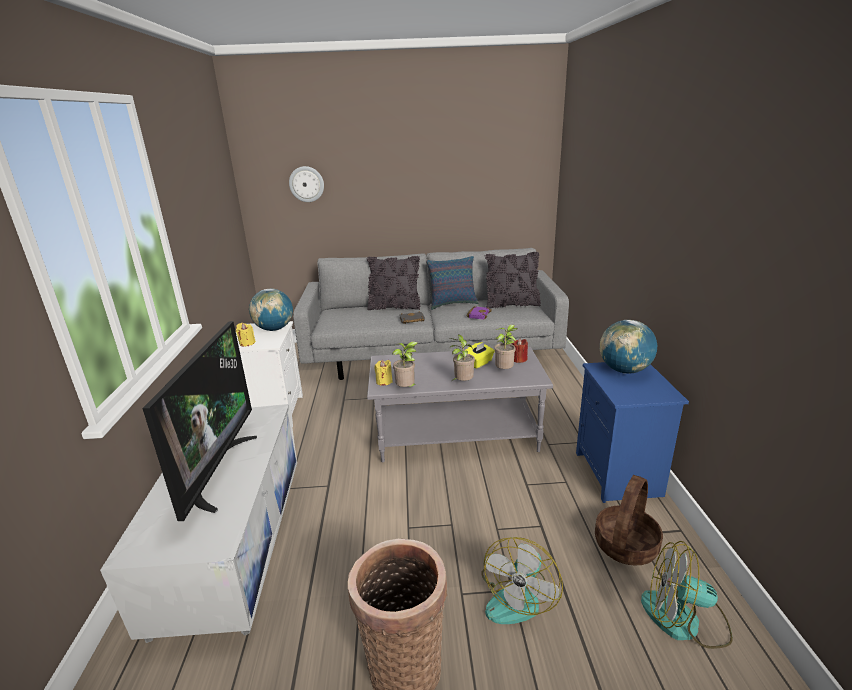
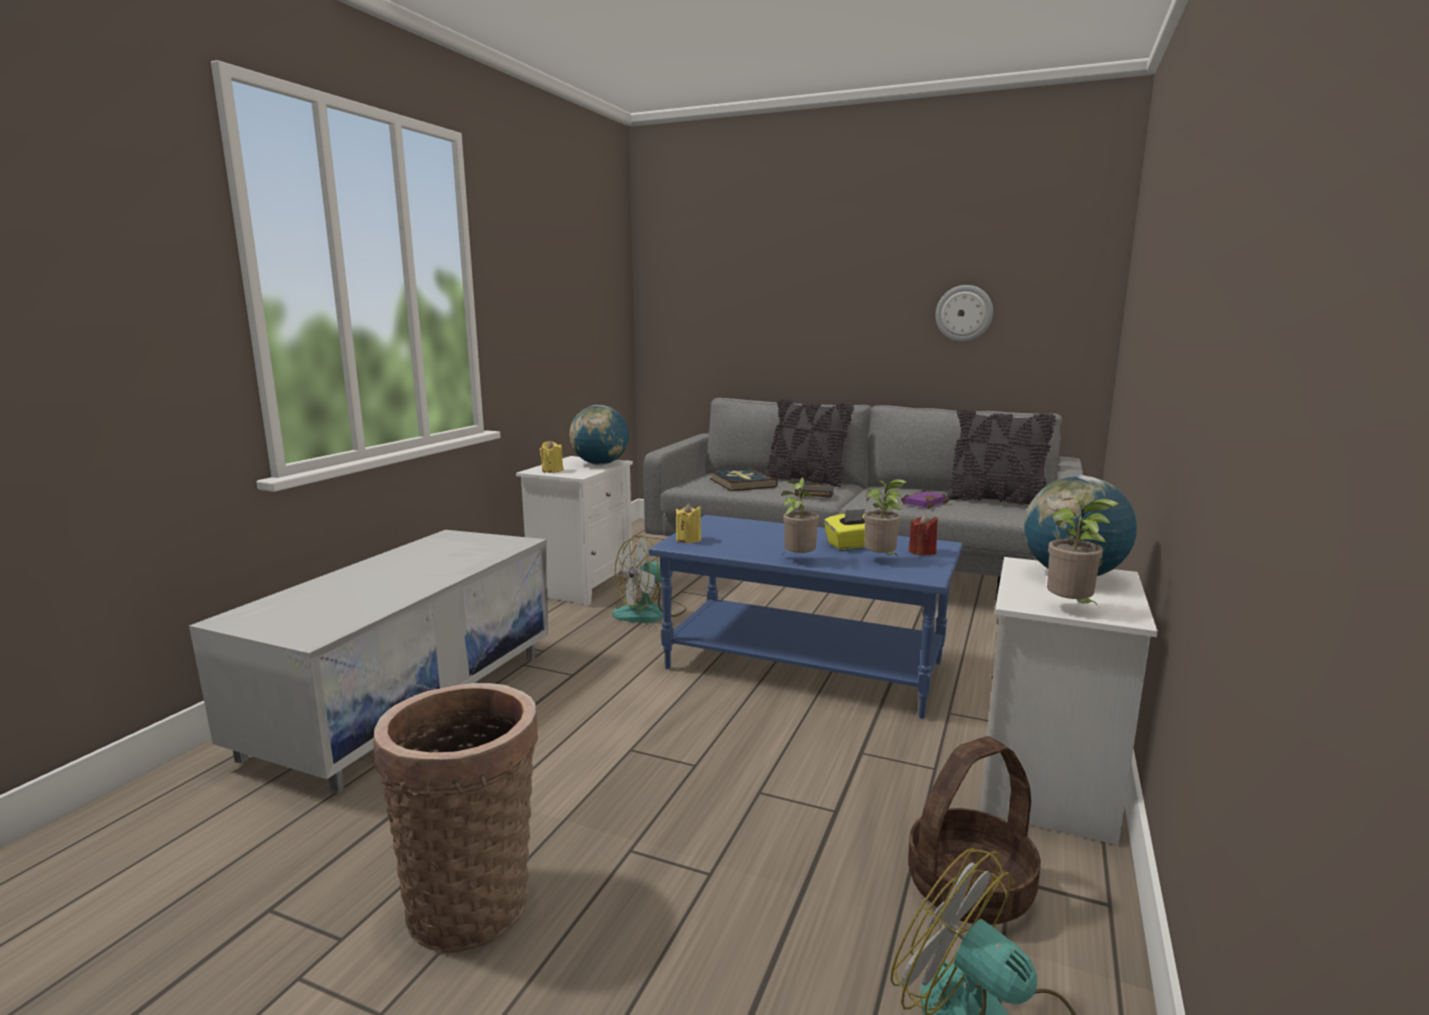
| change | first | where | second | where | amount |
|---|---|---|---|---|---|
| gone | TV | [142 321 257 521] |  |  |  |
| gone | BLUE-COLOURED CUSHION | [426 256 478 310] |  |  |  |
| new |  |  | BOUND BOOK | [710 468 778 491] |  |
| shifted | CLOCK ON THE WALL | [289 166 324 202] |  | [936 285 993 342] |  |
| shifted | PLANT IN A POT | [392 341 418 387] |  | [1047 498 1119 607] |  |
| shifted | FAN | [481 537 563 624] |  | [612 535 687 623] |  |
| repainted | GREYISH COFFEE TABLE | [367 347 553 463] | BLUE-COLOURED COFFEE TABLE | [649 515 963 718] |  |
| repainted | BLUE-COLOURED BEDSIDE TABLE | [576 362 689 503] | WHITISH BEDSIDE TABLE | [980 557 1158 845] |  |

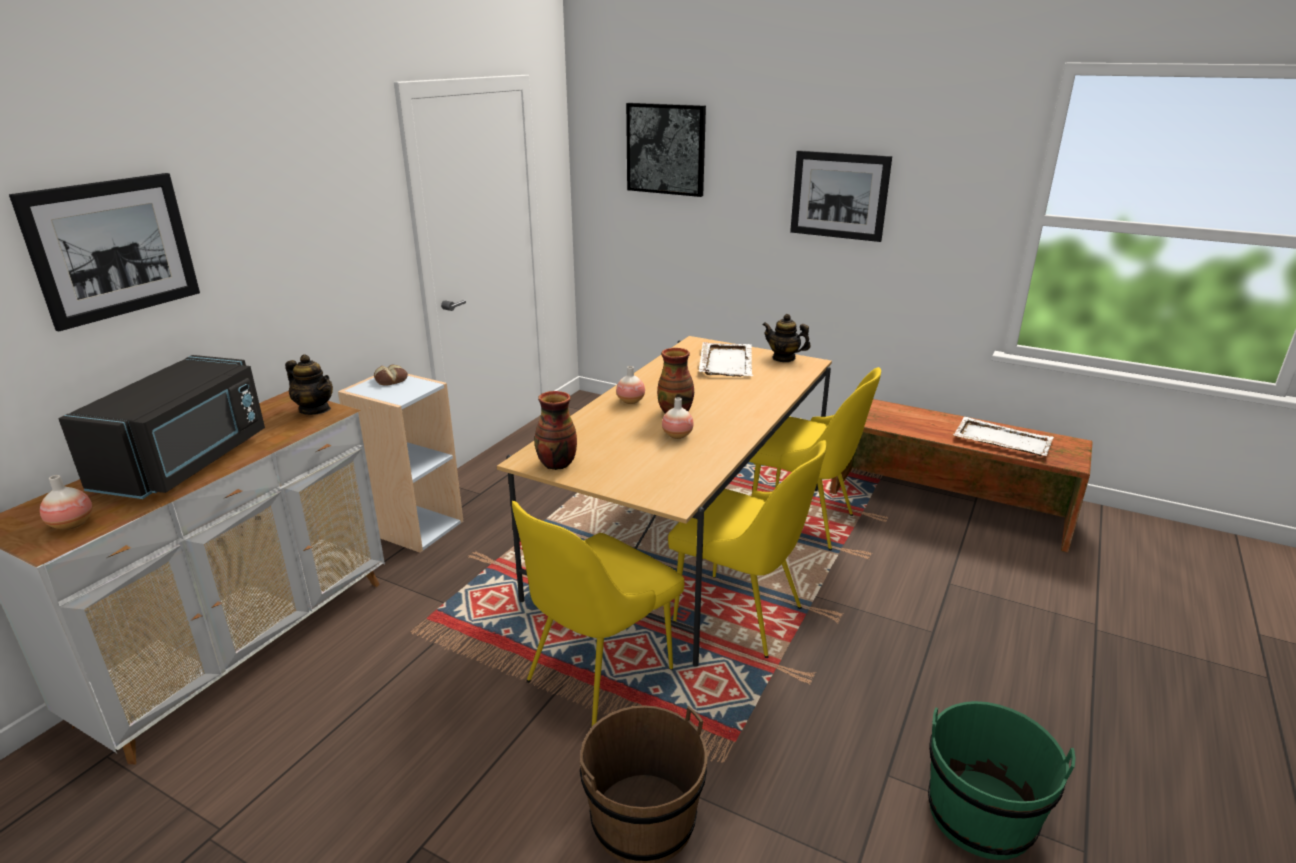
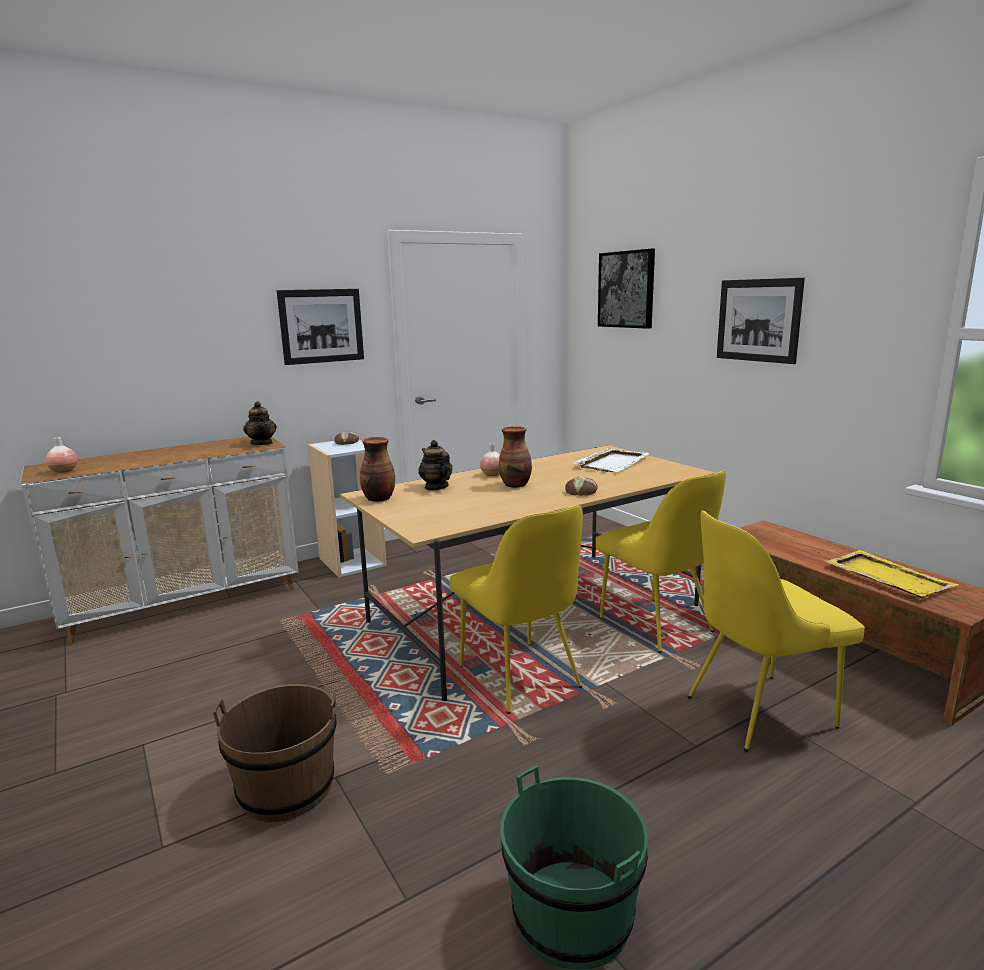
| change | first | where | second | where | amount |
|---|---|---|---|---|---|
| gone | BLACK-COLOURED KITCHEN MICROWAVE | [58 355 265 499] |  |  |  |
| gone | FLOWER VASE | [662 397 694 439] |  |  |  |
| new |  |  | BAKERY BREAD | [565 476 598 496] |  |
| shifted | WALL PICTURE | [9 173 200 331] |  | [277 289 364 365] |  |
| shifted | YELLOW-COLOURED UPRIGHT CHAIR | [512 501 684 726] |  | [688 511 865 752] |  |
| shifted | POT FOR TEA | [762 314 811 362] |  | [418 440 452 490] |  |
| repainted | WHITISH SERVING TRAY | [953 417 1054 456] | YELLOW-COLOURED SERVING TRAY | [825 550 959 598] |  |

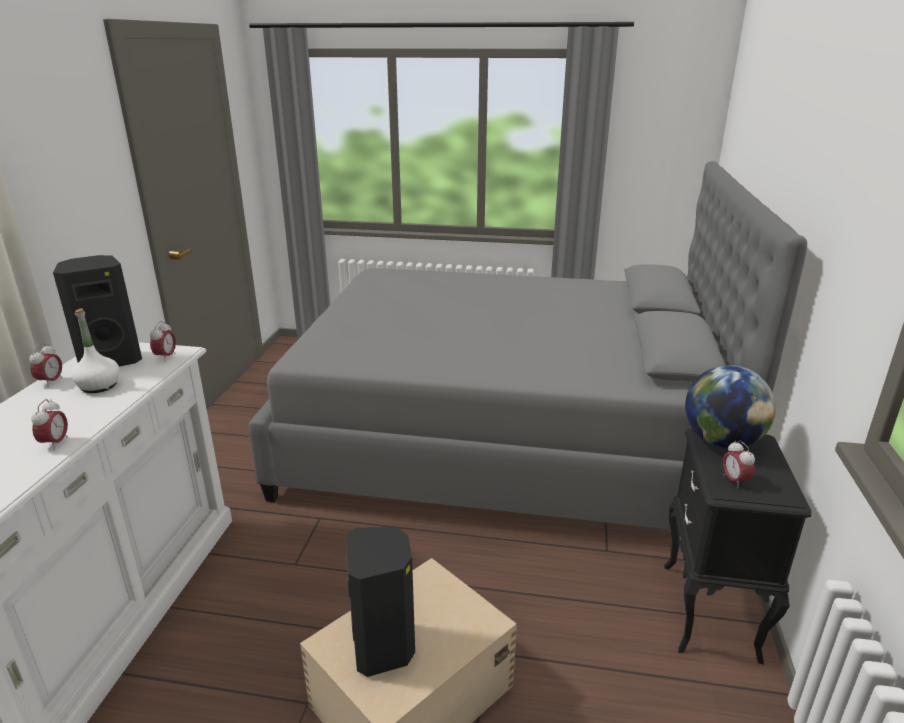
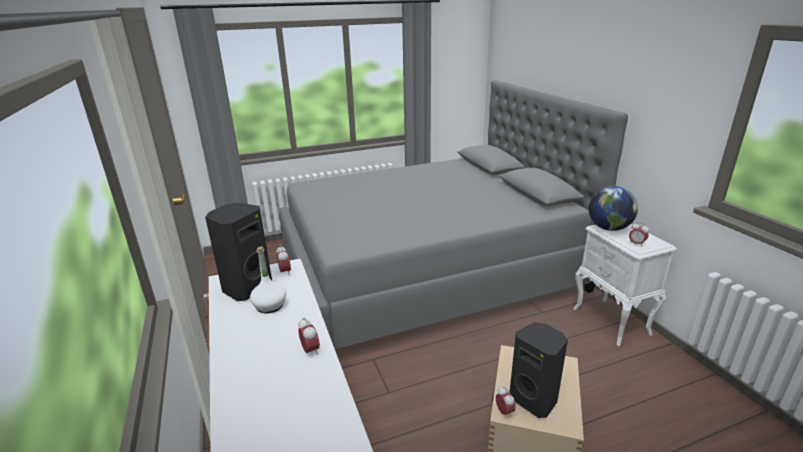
| change | first | where | second | where | amount |
|---|---|---|---|---|---|
| shifted | BEDSIDE CLOCK | [29 343 63 387] |  | [496 386 516 417] |  |
| repainted | BLACK-COLOURED BEDSIDE TABLE | [664 428 811 664] | WHITISH BEDSIDE TABLE | [573 224 677 346] |  |

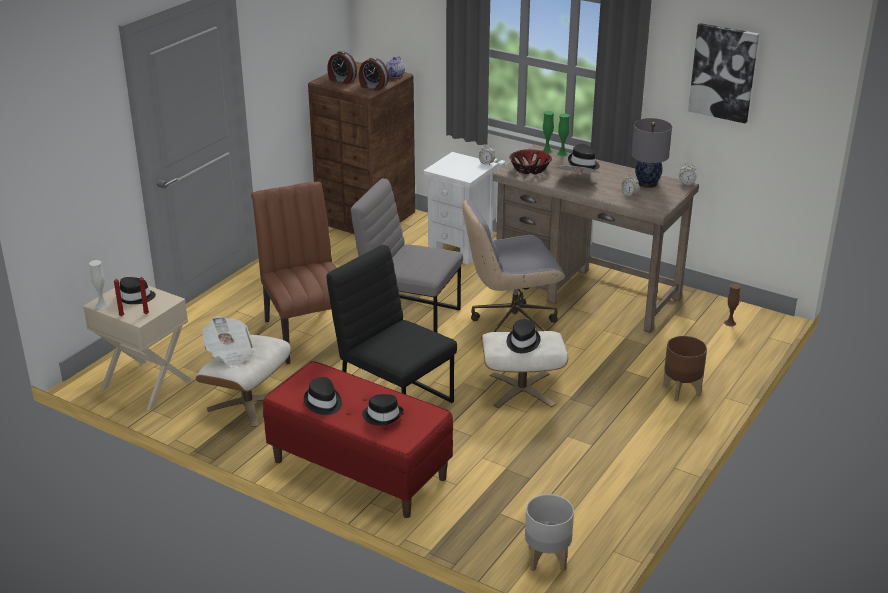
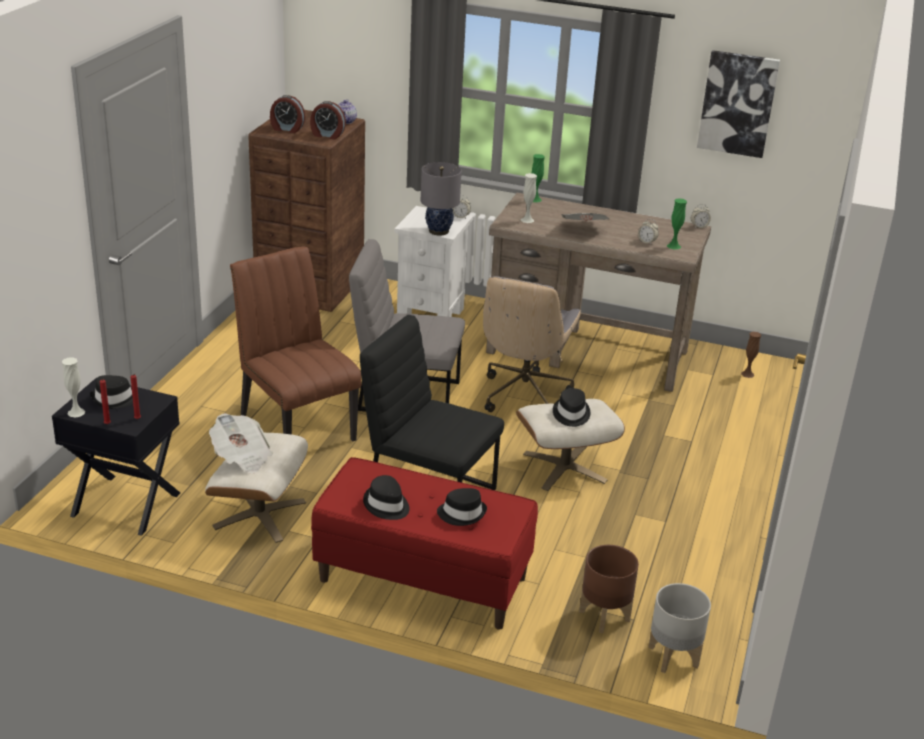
| change | first | where | second | where | amount |
|---|---|---|---|---|---|
| gone | BLACK-COLOURED WEARABLE HAT | [568 144 600 170] |  |  |  |
| shifted | GREENISH FLOWER VASE | [557 113 570 157] |  | [667 198 687 249] |  |
| shifted | GREYISH TABLETOP LAMP | [631 118 672 188] |  | [421 162 462 235] |  |
| shifted | BROWNISH PLANT POT | [663 336 707 401] |  | [579 545 639 633] |  |
| swapped | BOWL | [510 149 552 175] | WHITISH FLOWER VASE | [521 173 537 223] |  |
| repainted | BEIGE-COLOURED BEDSIDE TABLE | [83 285 192 410] | BLACK-COLOURED BEDSIDE TABLE | [52 378 180 536] |  |
| rotated | GREYISH DESK CHAIR | [463 200 565 332] |  | [483 276 581 412] | 45 degrees counterclockwise |

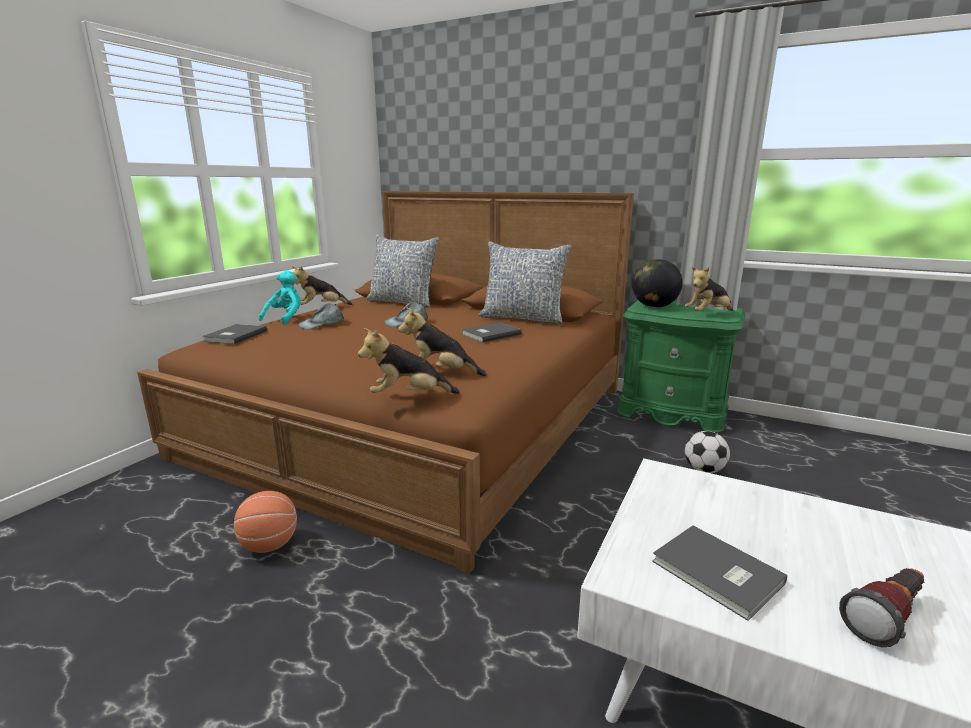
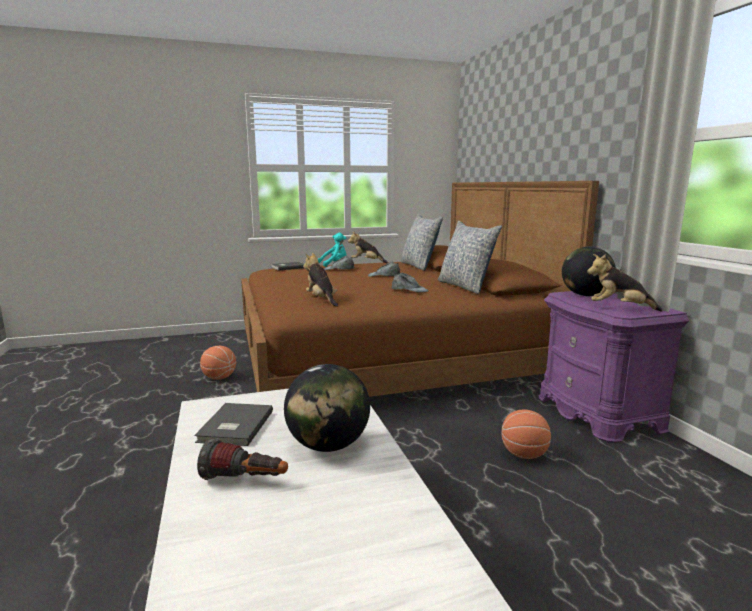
| change | first | where | second | where | amount |
|---|---|---|---|---|---|
| gone | SOFT TOY | [358 328 460 394] |  |  |  |
| new |  |  | GLOBE | [284 364 370 452] |  |
| swapped | GREYISH BOUND BOOK | [462 322 522 343] | GREYISH PEAKED CAP | [392 273 429 292] |  |
| swapped | FOOTBALL | [685 431 730 473] | BASKETBALL BALL | [501 409 551 459] |  |
| repainted | GREENISH BEDSIDE TABLE | [617 300 746 433] | PURPLISH BEDSIDE TABLE | [539 291 689 443] |  |

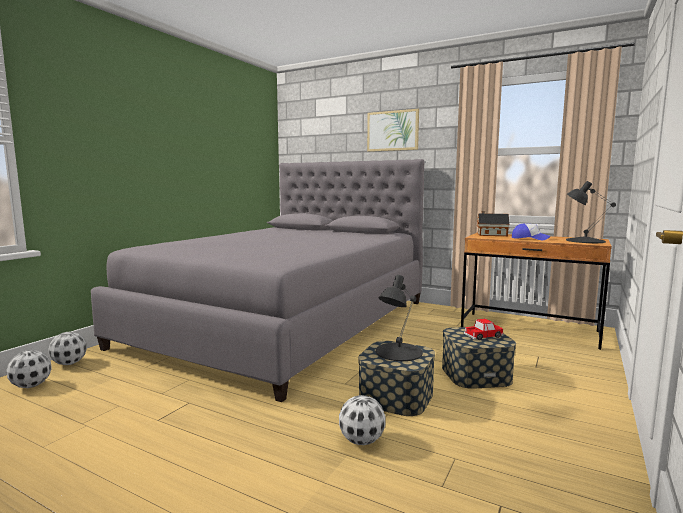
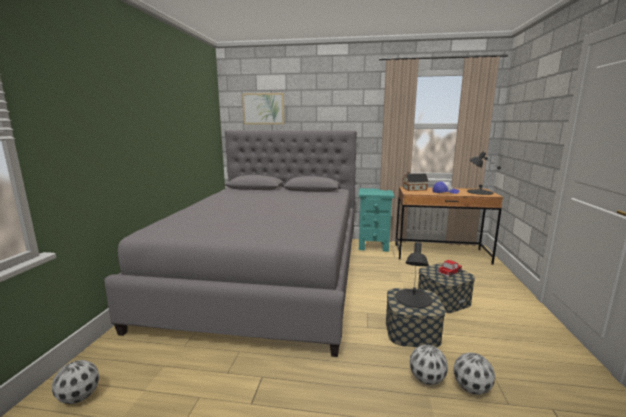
| change | first | where | second | where | amount |
|---|---|---|---|---|---|
| new |  |  | TURQUOISE BEDSIDE TABLE | [359 188 394 252] |  |
| shifted | FOOTBALL | [48 332 87 365] |  | [453 352 495 395] |  |
| shifted | WALL PICTURE | [367 109 419 152] |  | [242 93 285 124] |  |

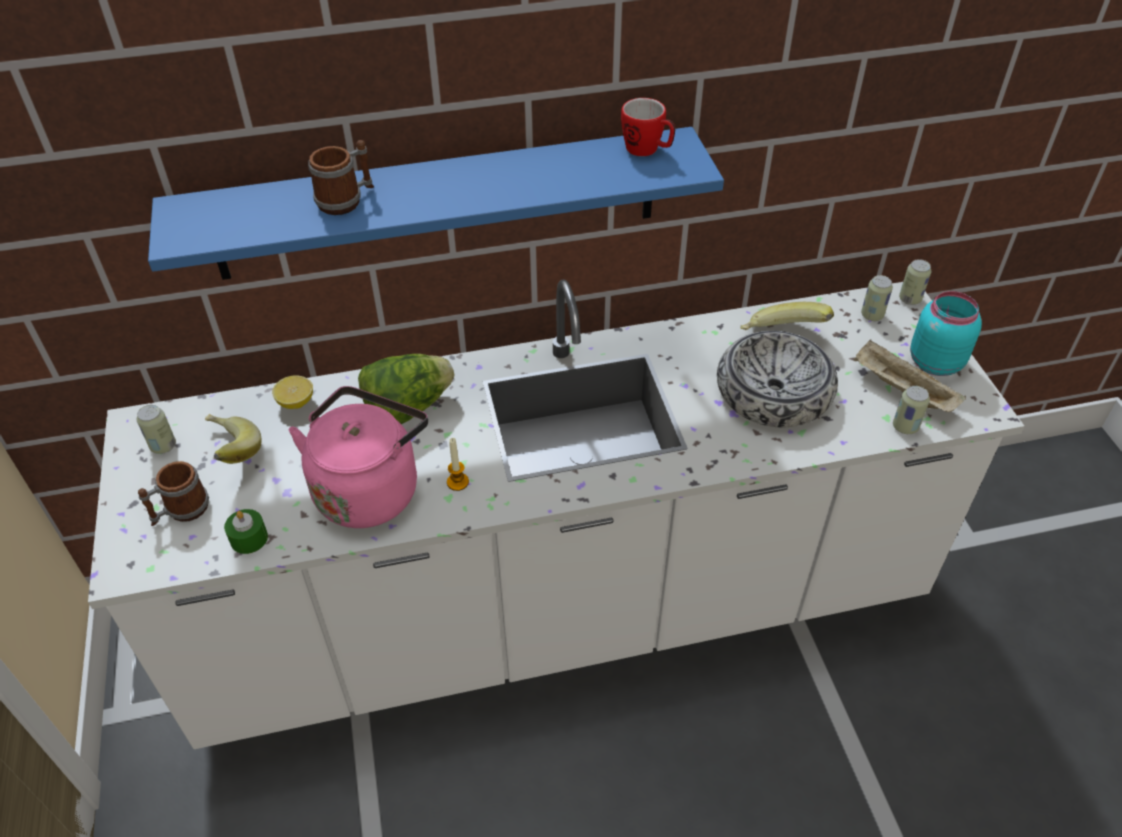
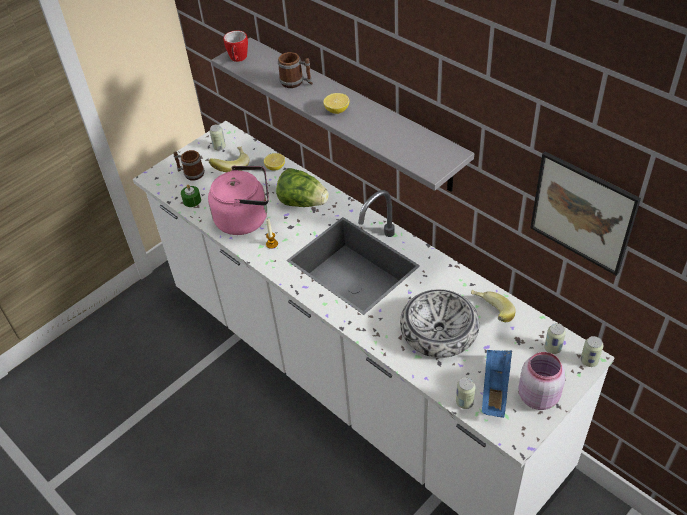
| change | first | where | second | where | amount |
|---|---|---|---|---|---|
| new |  |  | LEMON | [323 93 349 114] |  |
| new |  |  | WALL PICTURE | [530 151 641 276] |  |
| shifted | COFFEE MUG | [621 98 675 156] |  | [223 30 248 62] |  |
| repainted | BLUE-COLOURED WALL SHELF | [148 127 724 280] | GREYISH WALL SHELF | [211 37 474 192] |  |
| repainted | BEIGE-COLOURED SERVING TRAY | [854 340 966 412] | BLUE-COLOURED SERVING TRAY | [482 350 512 418] |  |
| repainted | TURQUOISE PRESERVE JAR | [910 291 982 376] | PINK PRESERVE JAR | [518 352 566 410] |  |

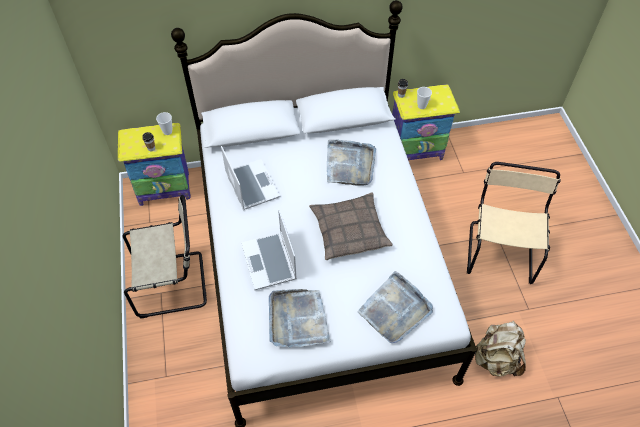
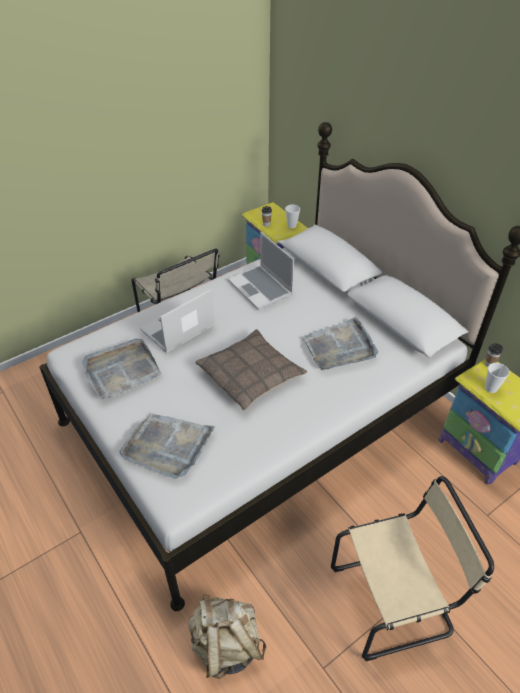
| change | first | where | second | where | amount |
|---|---|---|---|---|---|
| rotated | NOTEBOOK COMPUTER | [221 146 280 210] |  | [228 232 294 310] | 105 degrees clockwise |

